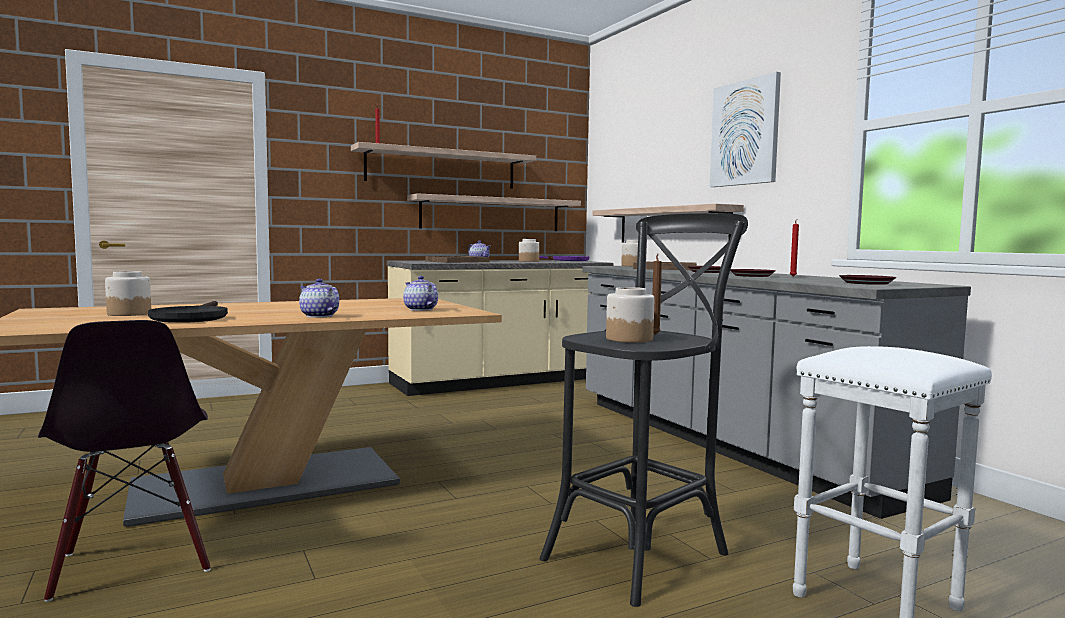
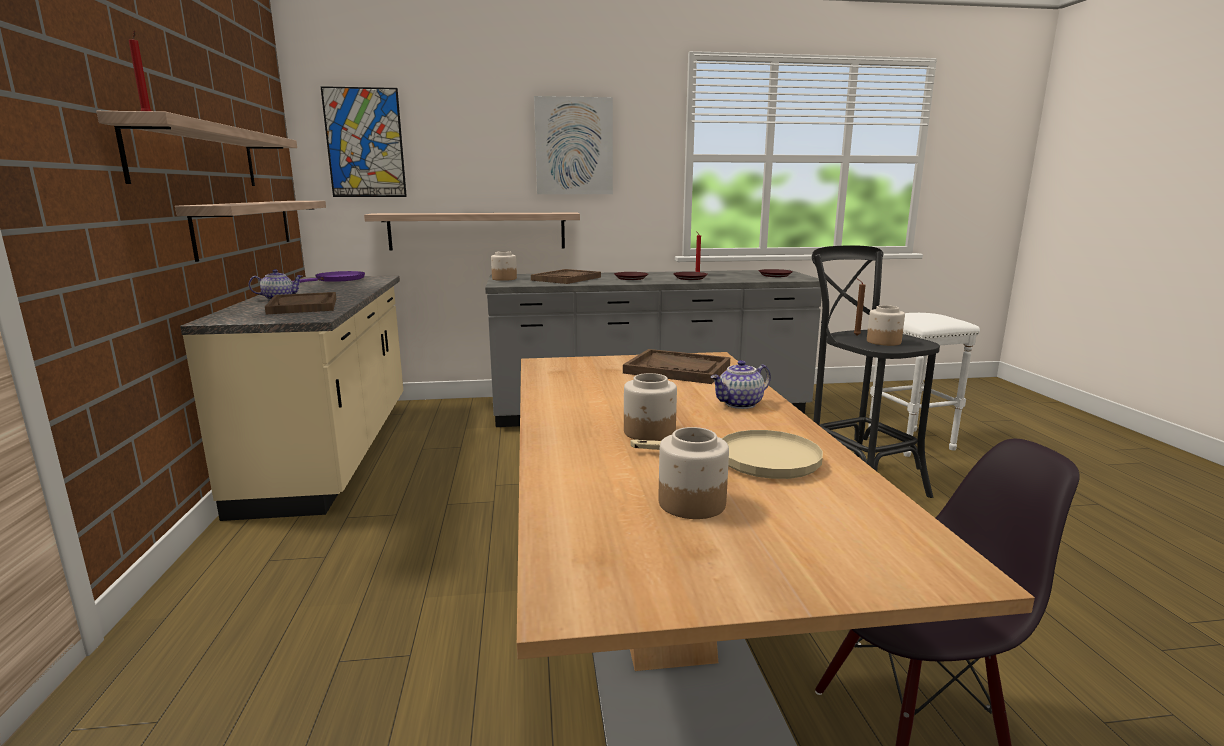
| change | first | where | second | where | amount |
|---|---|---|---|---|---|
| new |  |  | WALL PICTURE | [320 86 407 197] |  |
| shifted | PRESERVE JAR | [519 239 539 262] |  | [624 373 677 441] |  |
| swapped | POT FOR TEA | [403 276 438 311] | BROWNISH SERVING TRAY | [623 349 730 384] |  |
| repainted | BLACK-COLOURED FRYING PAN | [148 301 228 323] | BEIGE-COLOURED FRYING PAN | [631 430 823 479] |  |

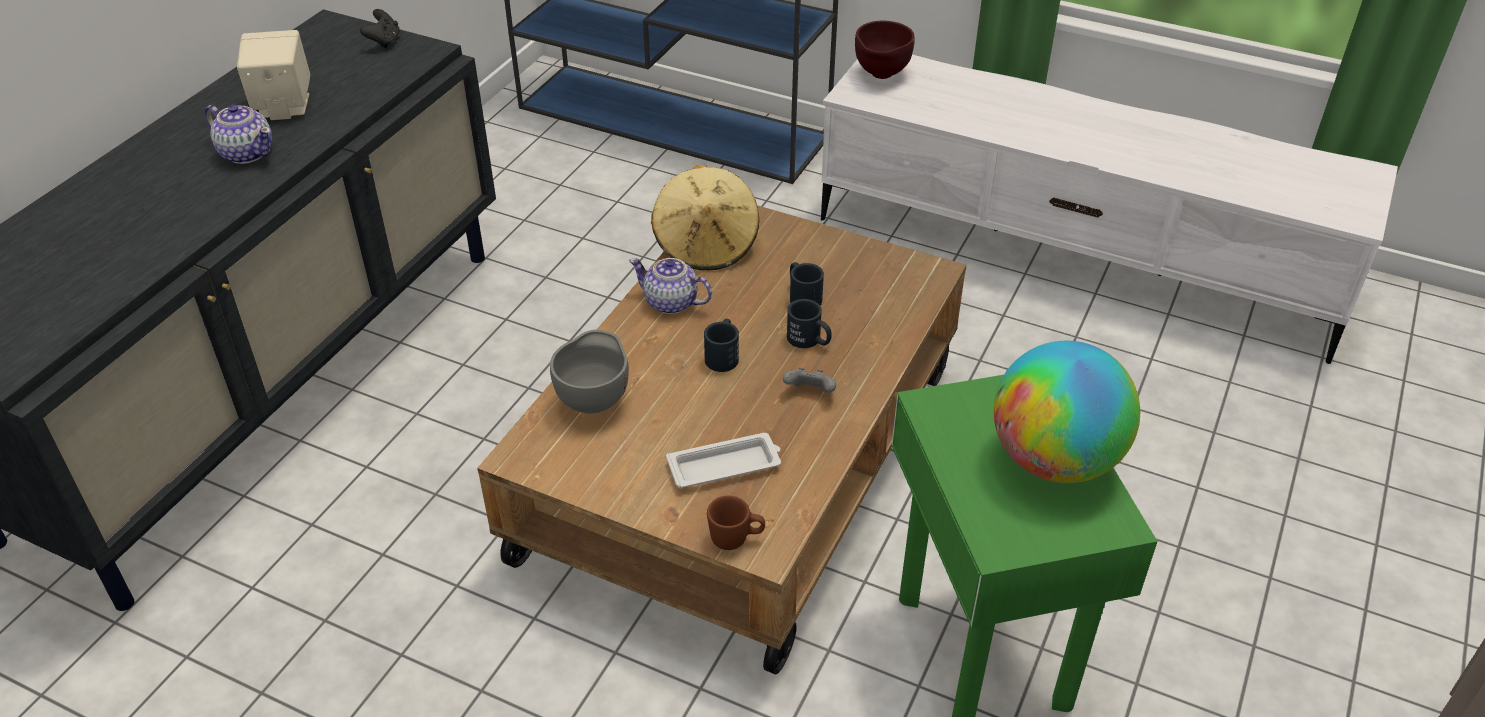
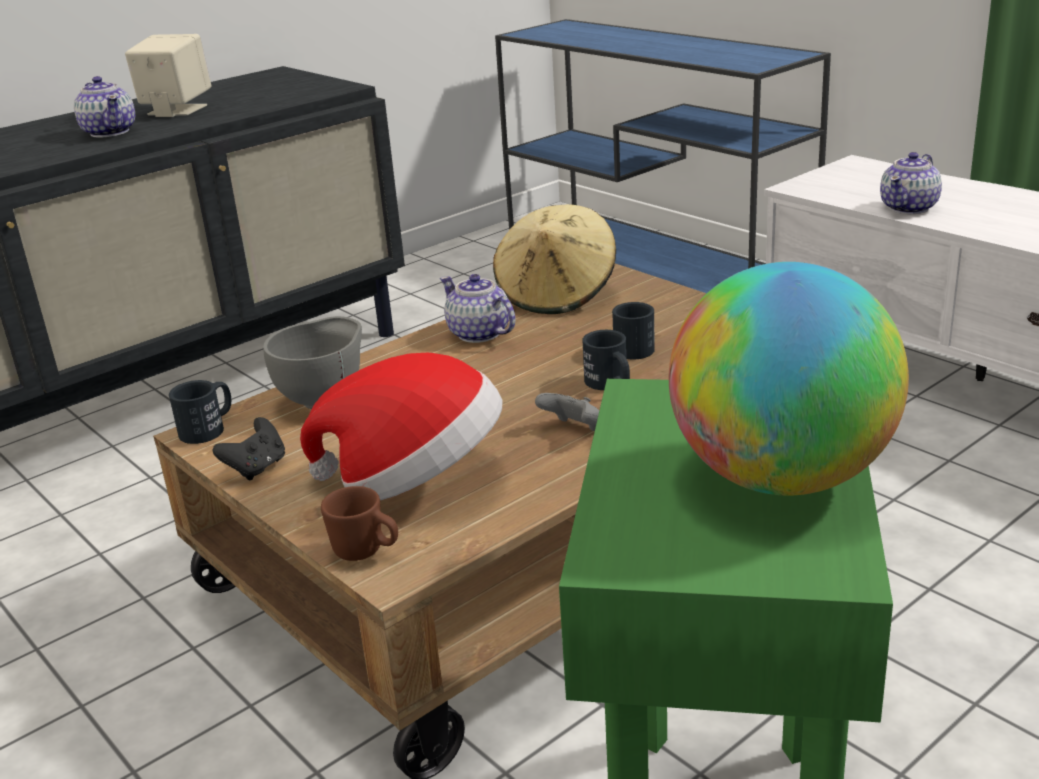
| change | first | where | second | where | amount |
|---|---|---|---|---|---|
| gone | BROWNISH BOWL | [855 21 915 79] |  |  |  |
| new |  |  | POT FOR TEA | [880 152 942 214] |  |
| shifted | BLACK-COLOURED GAME CONTROLLER | [360 9 400 48] |  | [213 417 285 480] |  |
| shifted | BLACK-COLOURED COFFEE MUG | [704 319 739 372] |  | [169 380 231 444] |  |
| swapped | WHITISH SERVING TRAY | [666 433 781 488] | WEARABLE HAT | [300 353 502 500] |  |

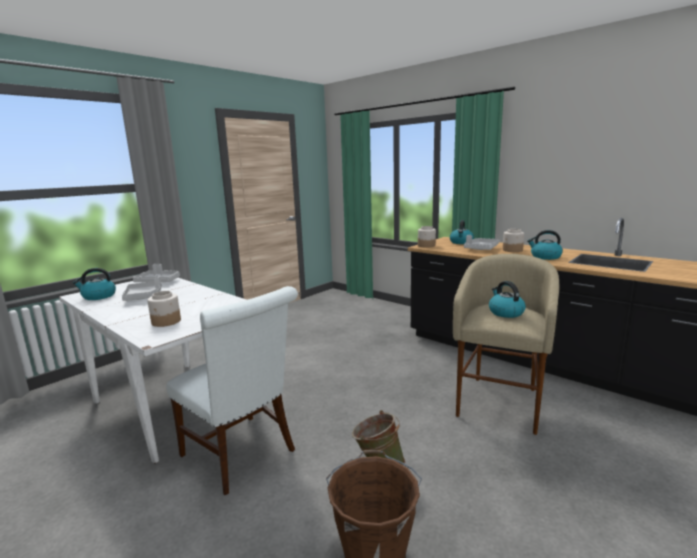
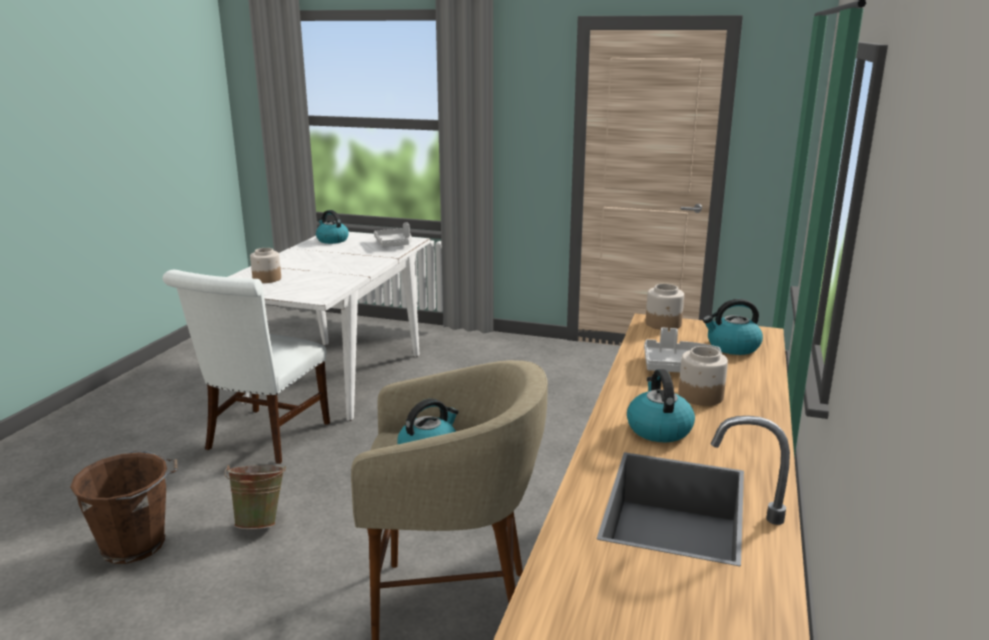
| change | first | where | second | where | amount |
|---|---|---|---|---|---|
| gone | GREYISH SERVING TRAY | [122 276 162 301] |  |  |  |

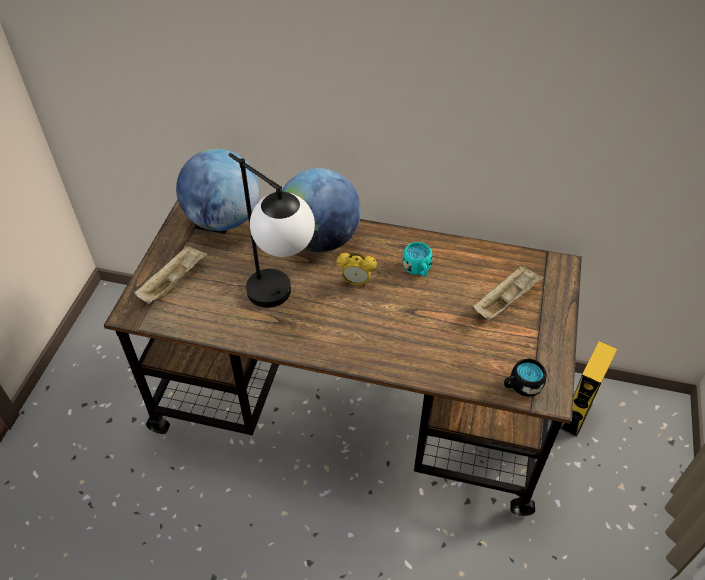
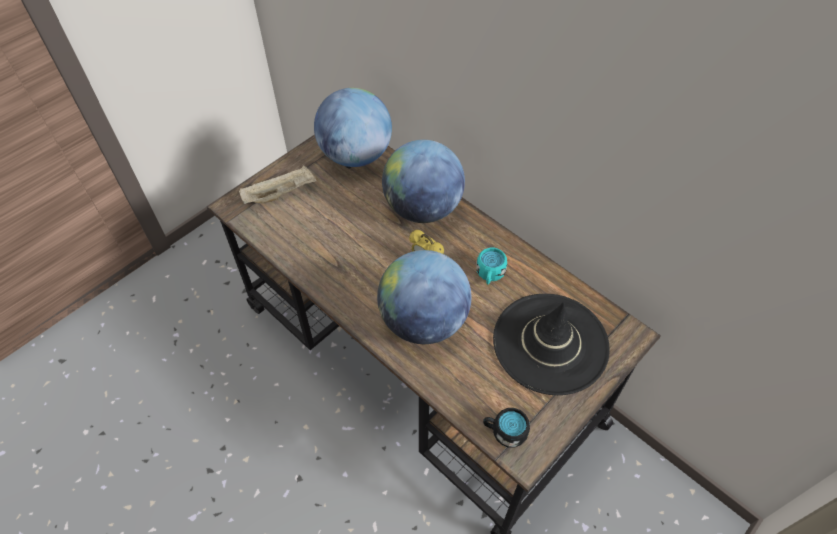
| change | first | where | second | where | amount |
|---|---|---|---|---|---|
| gone | TABLETOP LAMP | [229 153 315 308] |  |  |  |
| gone | YELLOW-COLOURED LOUDSPEAKER | [560 341 617 438] |  |  |  |
| new |  |  | GLOBE | [377 250 471 344] |  |
| swapped | BEIGE-COLOURED SERVING TRAY | [474 265 544 320] | BLACK-COLOURED WEARABLE HAT | [493 294 610 395] |  |

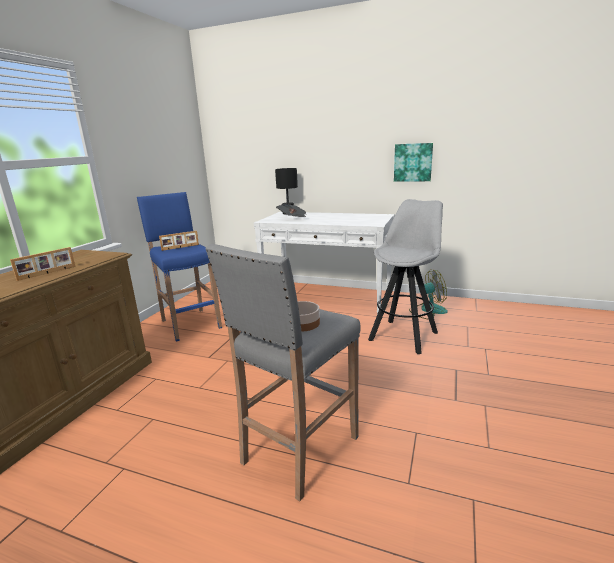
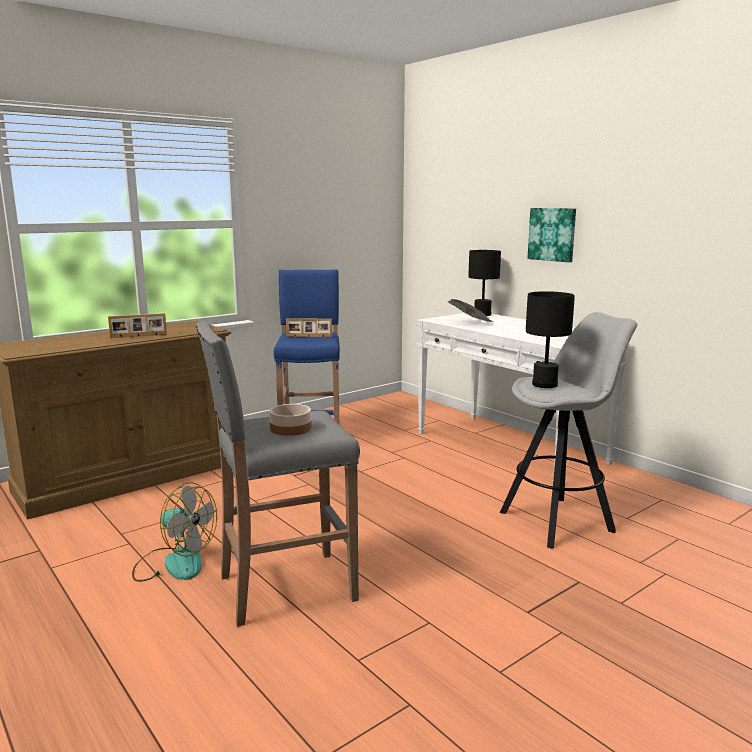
| change | first | where | second | where | amount |
|---|---|---|---|---|---|
| new |  |  | BLACK-COLOURED TABLETOP LAMP | [526 291 575 388] |  |
| shifted | WALL PICTURE | [394 143 433 182] |  | [527 208 576 262] |  |
| shifted | FAN | [409 269 448 320] |  | [132 482 217 582] |  |

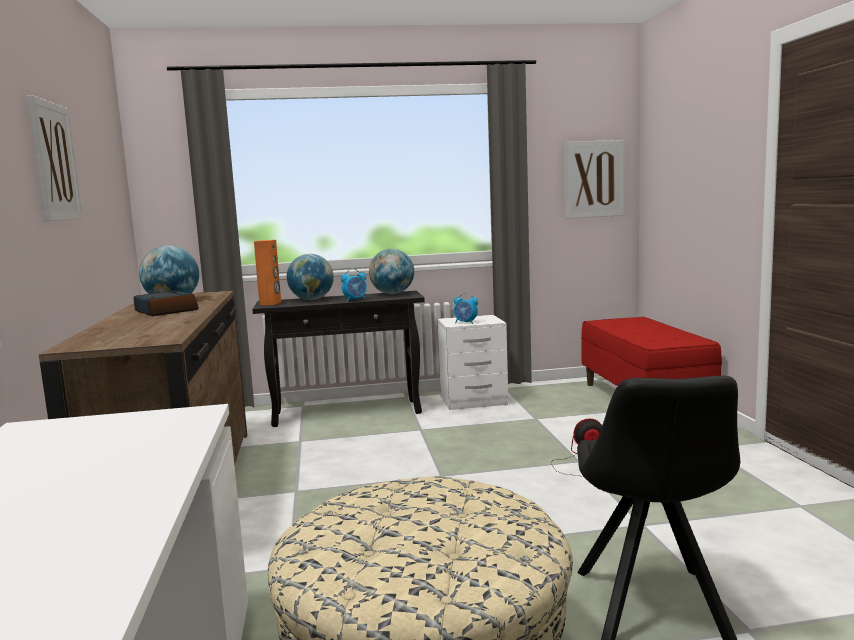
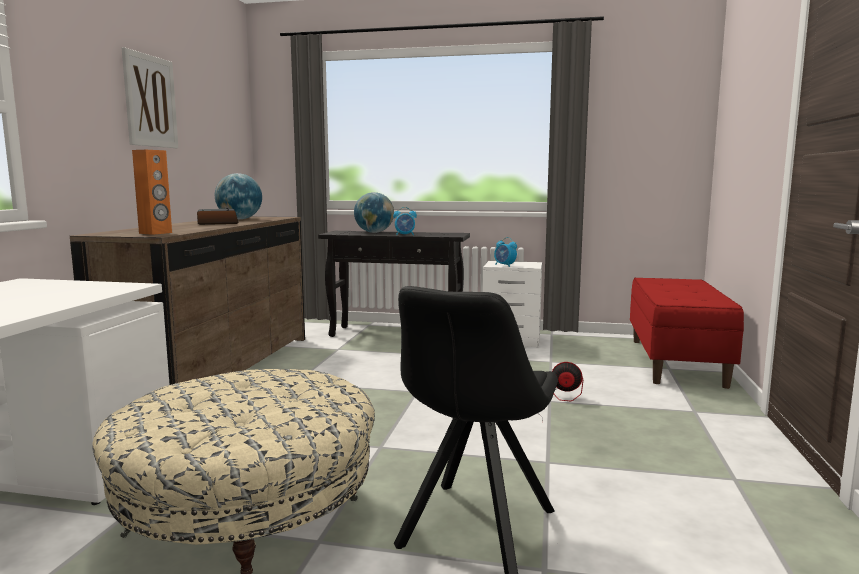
| change | first | where | second | where | amount |
|---|---|---|---|---|---|
| gone | GLOBE | [369 249 414 294] |  |  |  |
| gone | WALL PICTURE | [564 140 625 219] |  |  |  |
| shifted | ORANGEY LOUDSPEAKER | [254 240 281 305] |  | [132 150 172 235] |  |

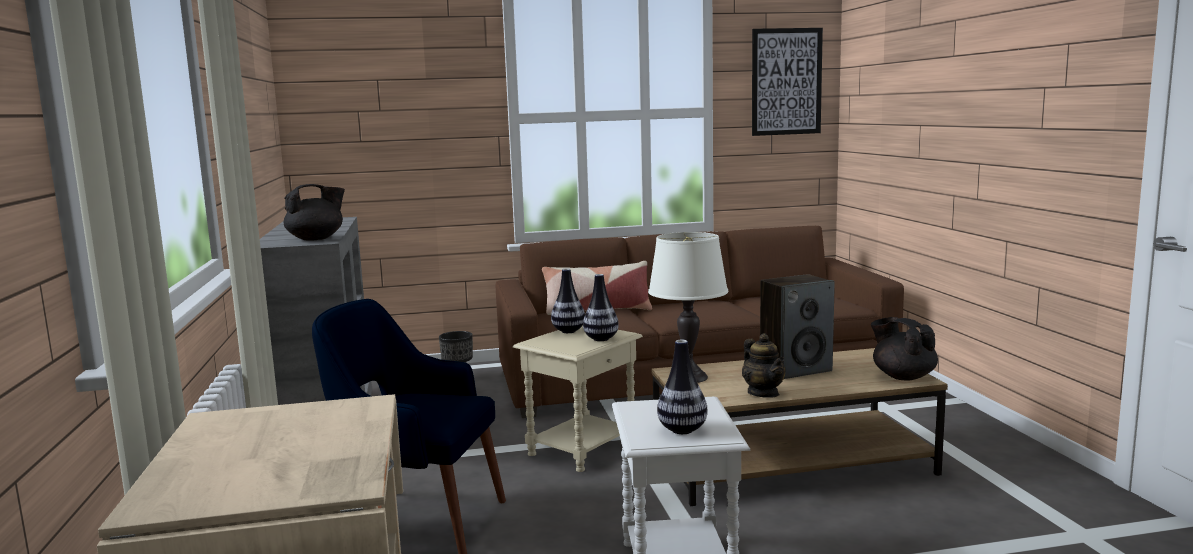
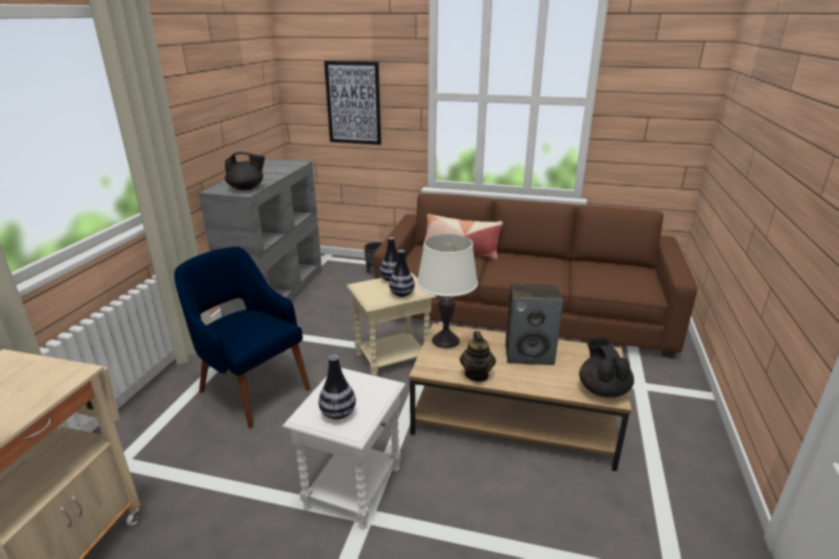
| change | first | where | second | where | amount |
|---|---|---|---|---|---|
| shifted | WALL PICTURE | [752 28 823 136] |  | [324 61 381 145] |  |

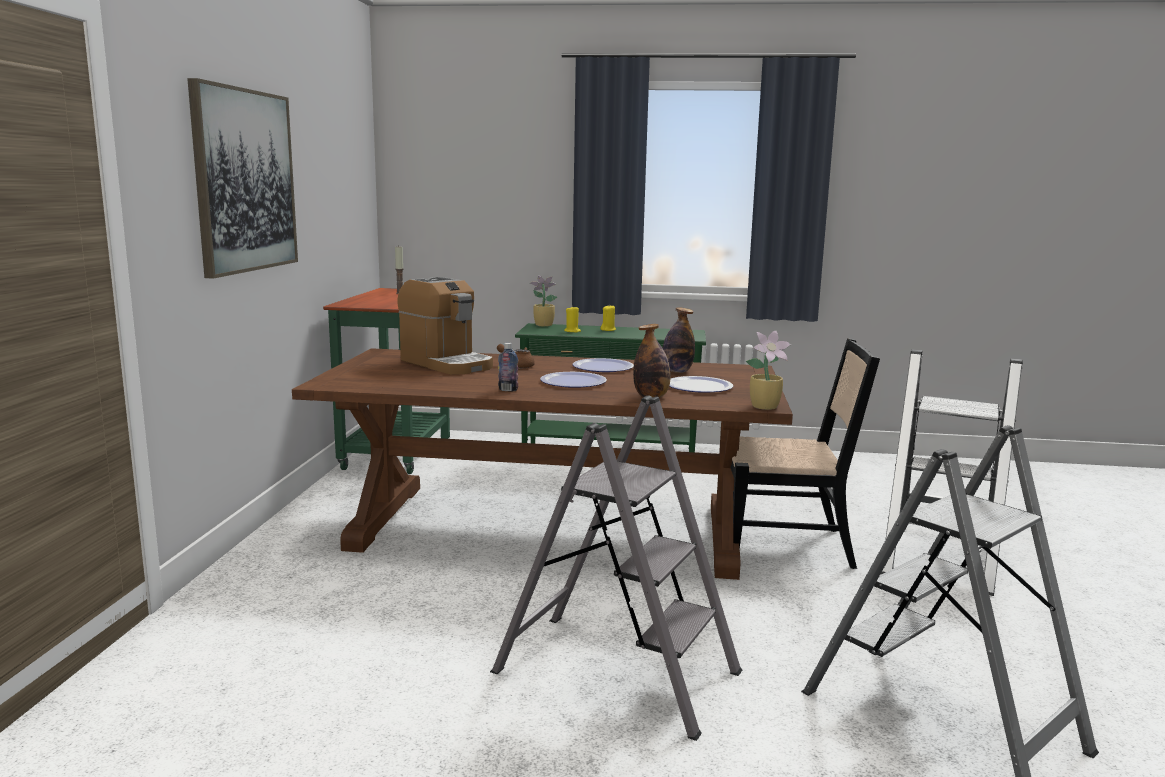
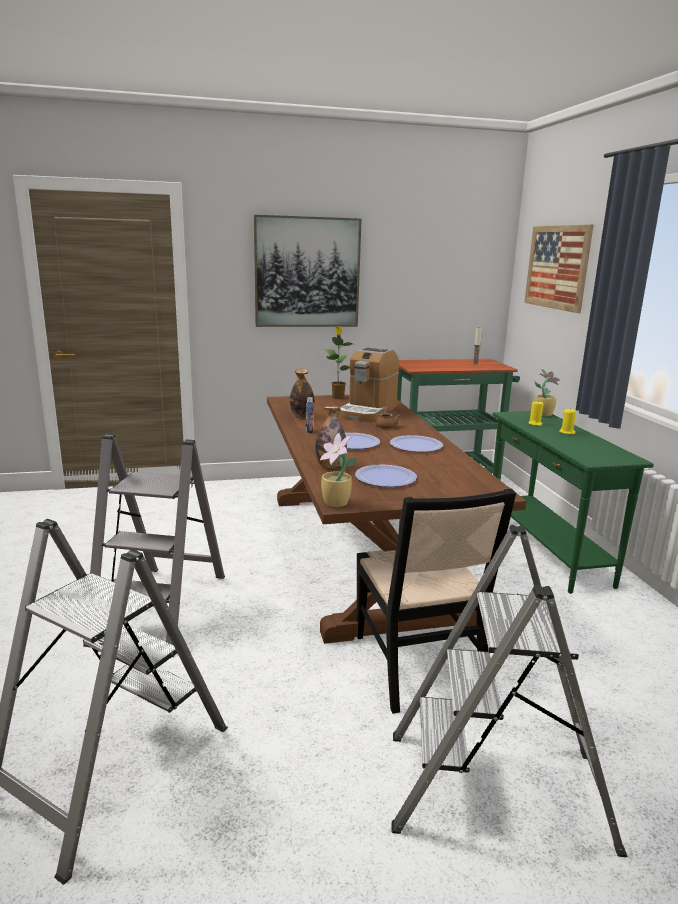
| change | first | where | second | where | amount |
|---|---|---|---|---|---|
| new |  |  | PLANT IN A POT | [324 326 356 399] |  |
| new |  |  | WALL PICTURE | [524 224 594 313] |  |
| shifted | BOTTLE | [663 307 695 373] |  | [290 369 314 417] |  |

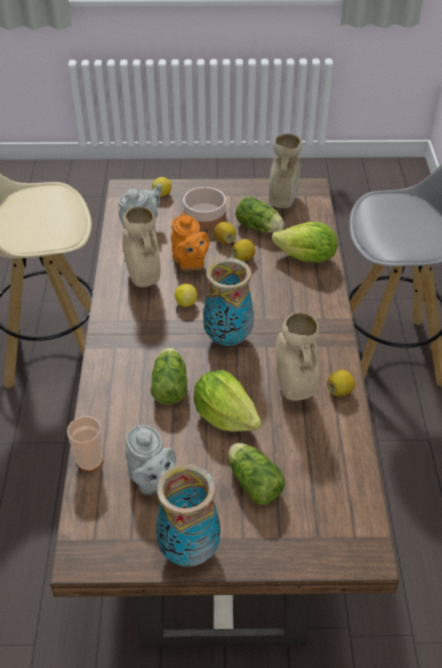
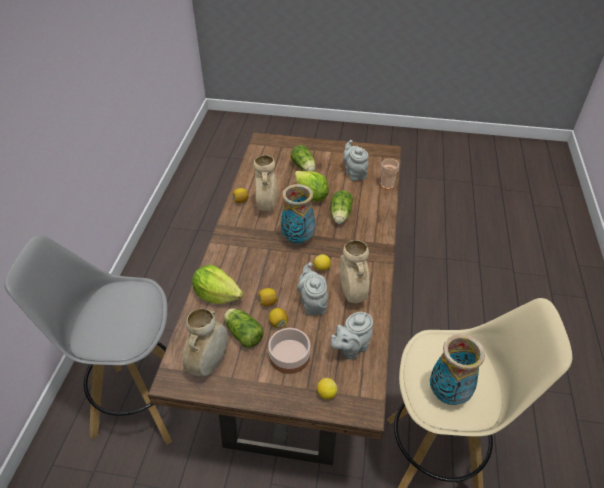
| change | first | where | second | where | amount |
|---|---|---|---|---|---|
| shifted | FLOWER VASE | [156 464 220 567] |  | [430 334 485 405] |  |
| repainted | ORANGEY POT FOR TEA | [171 212 209 271] | GREYISH POT FOR TEA | [297 262 328 315] |  |

